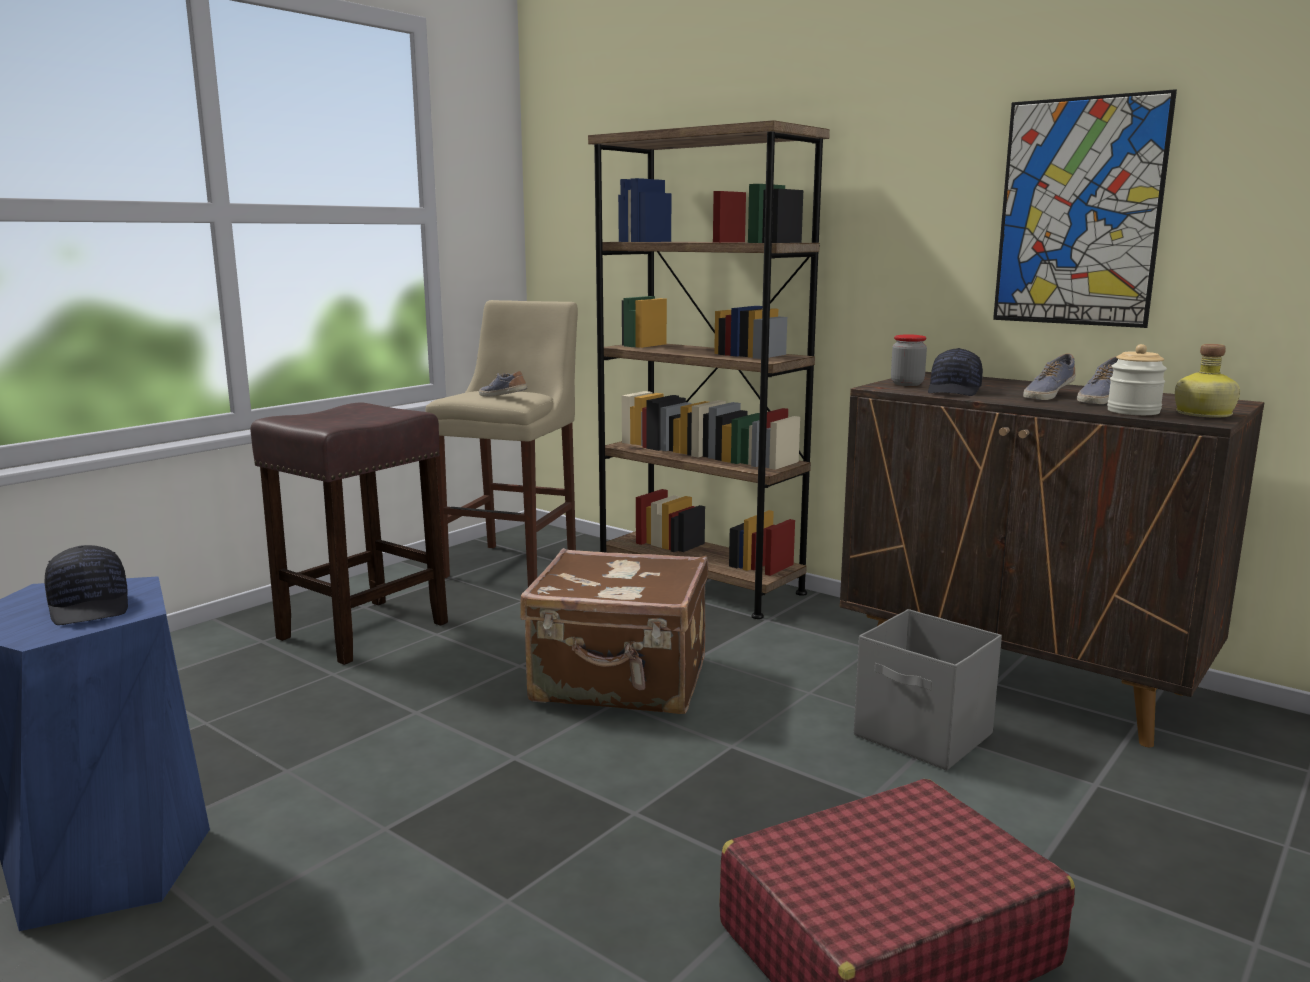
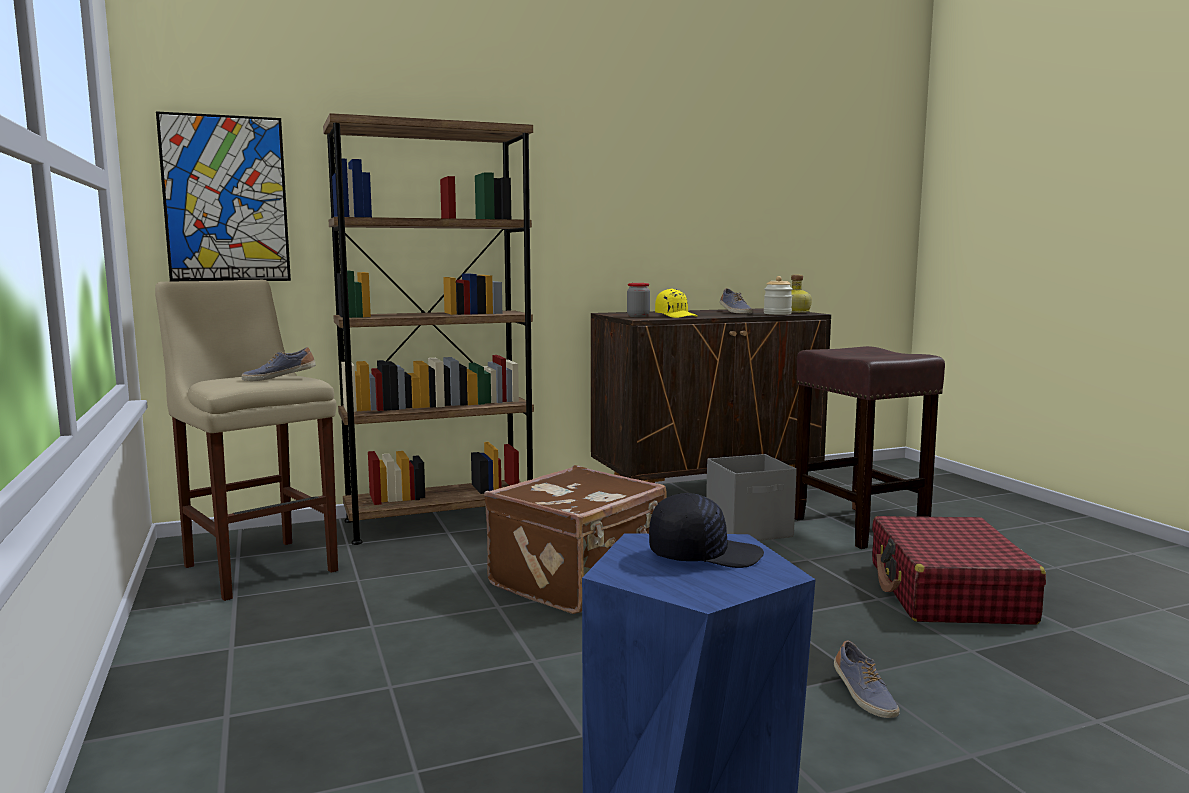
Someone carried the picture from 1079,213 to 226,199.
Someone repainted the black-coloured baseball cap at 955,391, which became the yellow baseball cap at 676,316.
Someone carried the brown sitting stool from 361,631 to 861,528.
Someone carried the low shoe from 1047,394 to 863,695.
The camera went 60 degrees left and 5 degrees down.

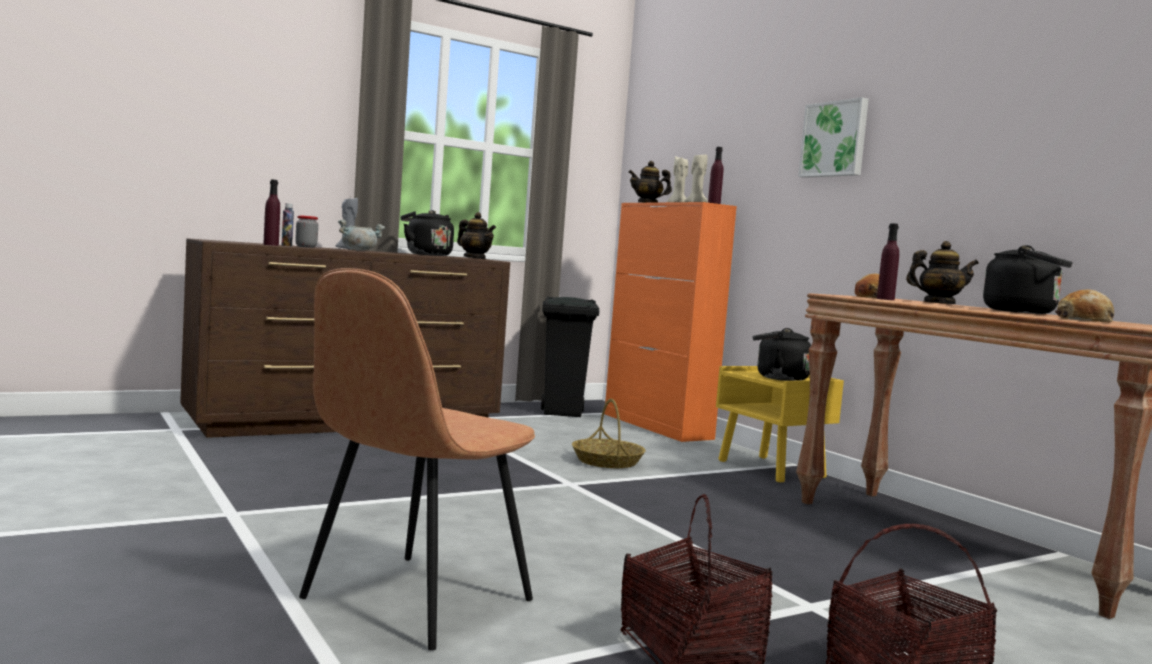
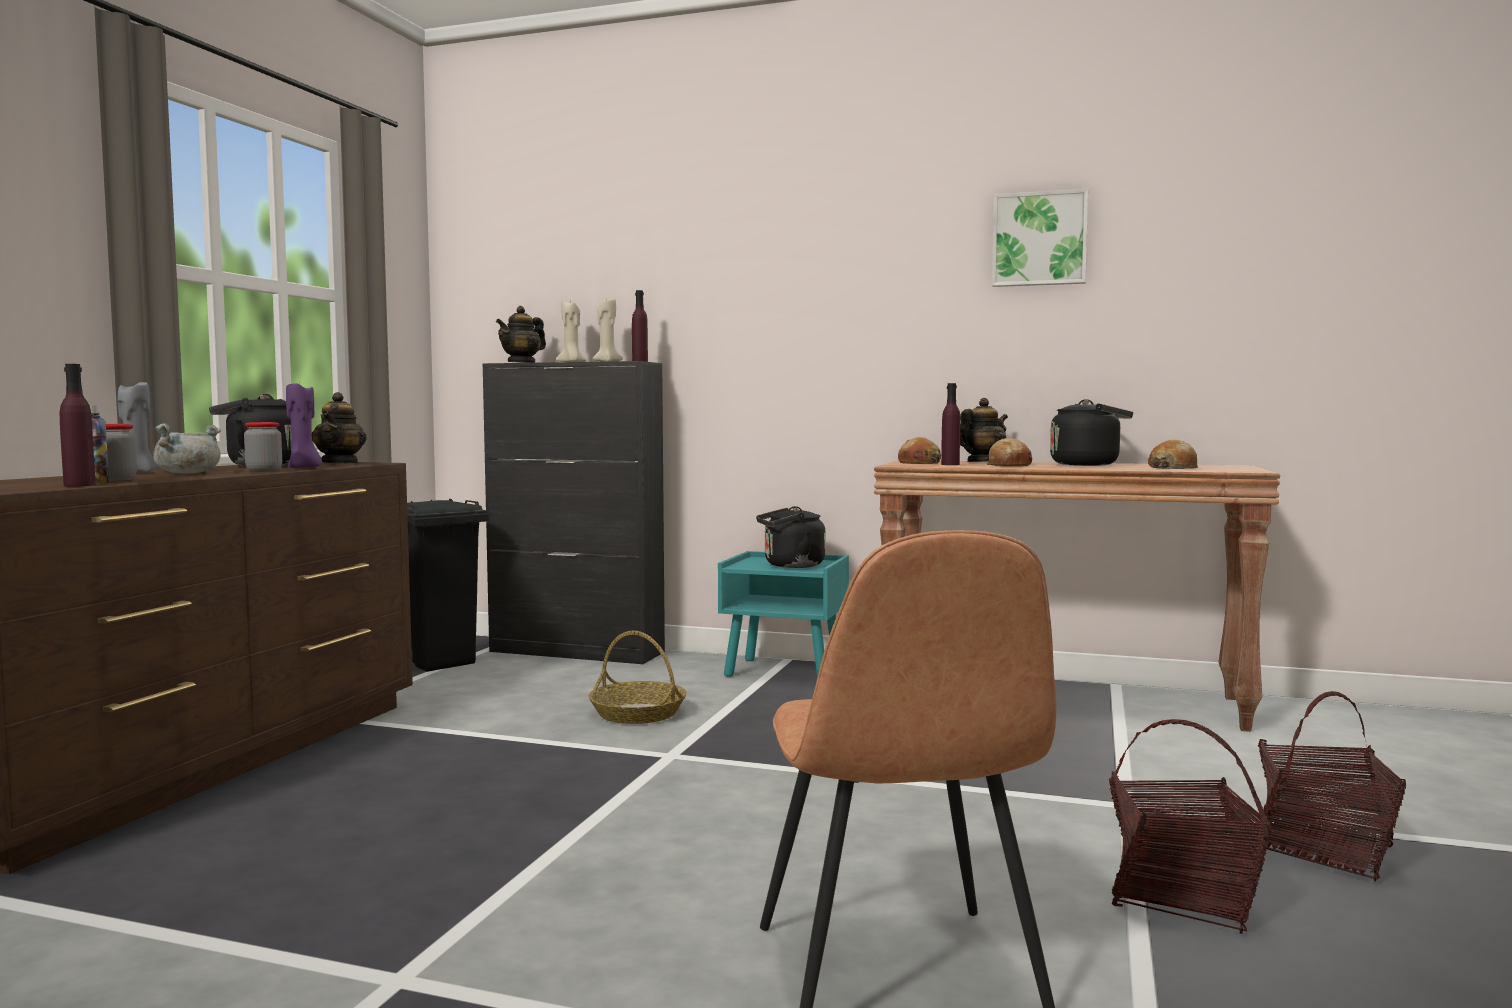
Someone put down the jar at 264,471.
Someone put down the purple-coloured candle at 304,468.
Someone rotated the tea pot at 475,258 by 90 degrees clockwise.
Someone repainted the orangey storage cabinet at 657,426, which became the black-coloured storage cabinet at 577,652.
Someone repainted the yellow nightstand at 772,469, which became the turquoise nightstand at 786,671.
Someone put down the bread at 1008,465.
Someone carried the picture from 835,139 to 1039,239.
The camera went 40 degrees left and 0 degrees up.

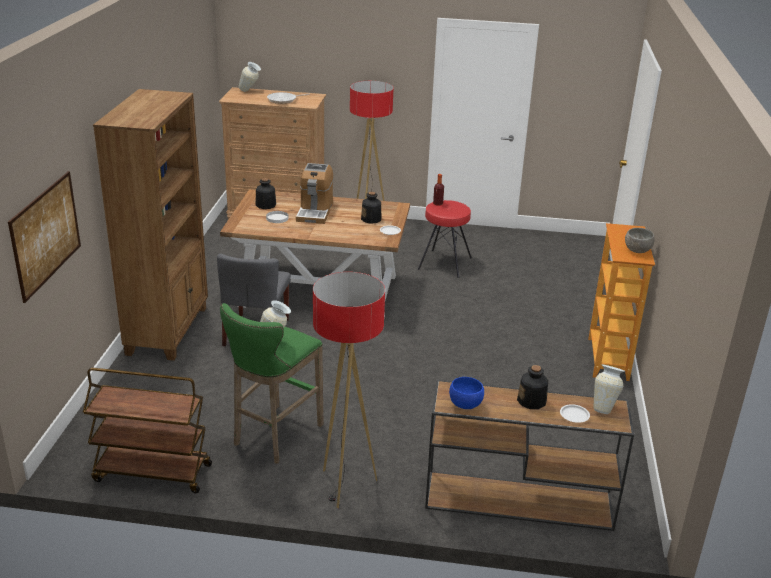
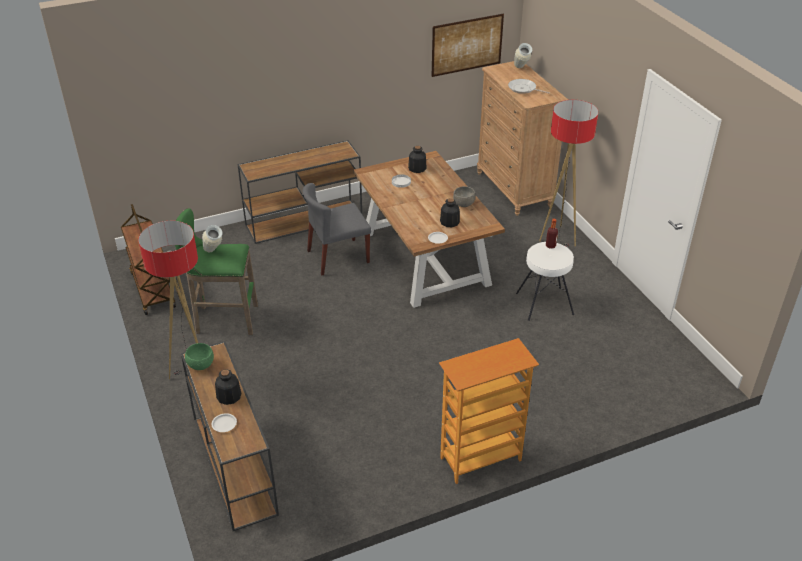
Someone repainted the bluish deep dish at 466,405, which became the greenish deep dish at 201,365.
Someone swapped the brown bookcase at 168,330 for the brown console table at 305,221.
Someone carried the picture from 46,234 to 467,45.
Someone carried the gray deep dish from 637,250 to 463,204.
Someone repainted the reddish sitting stool at 444,263, which became the white sitting stool at 544,303.
Someone took away the coffee brewer at 315,212.
Someone took away the flower vase at 604,407.
The camera went 60 degrees right and 10 degrees up.

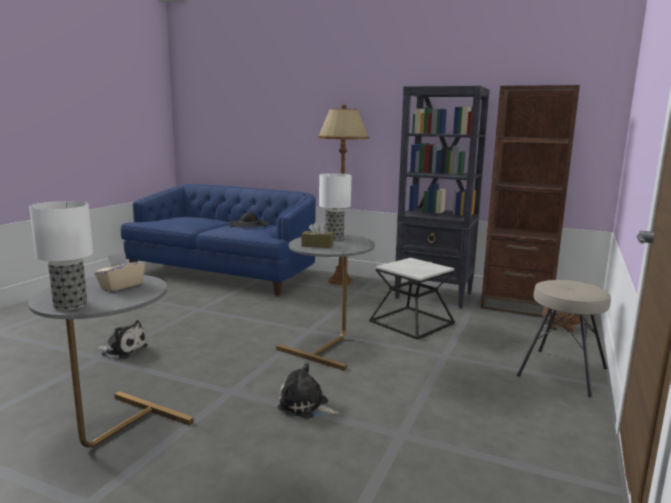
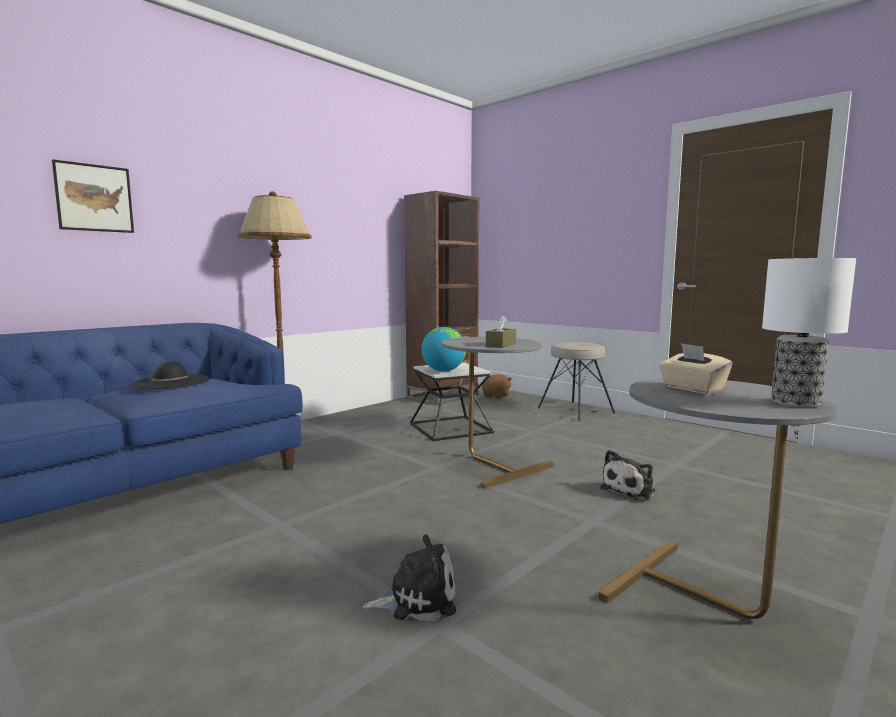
Someone put up the picture at 94,198.
Someone rotated the plush toy at 123,350 by 45 degrees clockwise.
Someone put down the world globe at 443,371.
Someone took away the tabletop lamp at 334,238.
Someone took away the black-coloured bookcase at 434,296.
The camera went 70 degrees left and 5 degrees down.

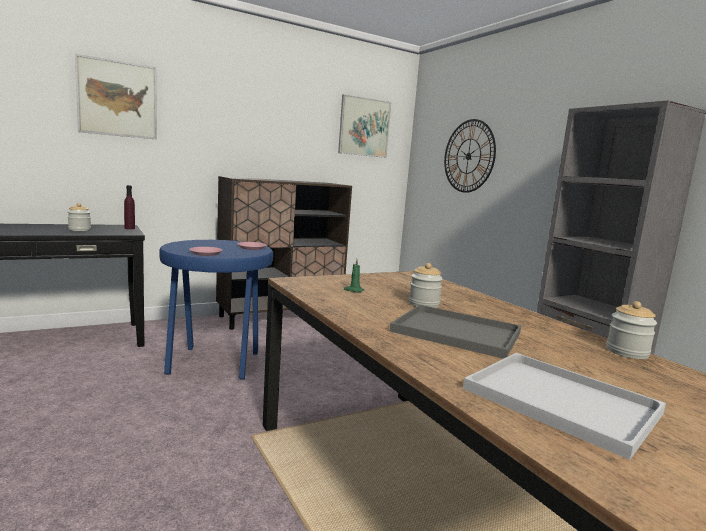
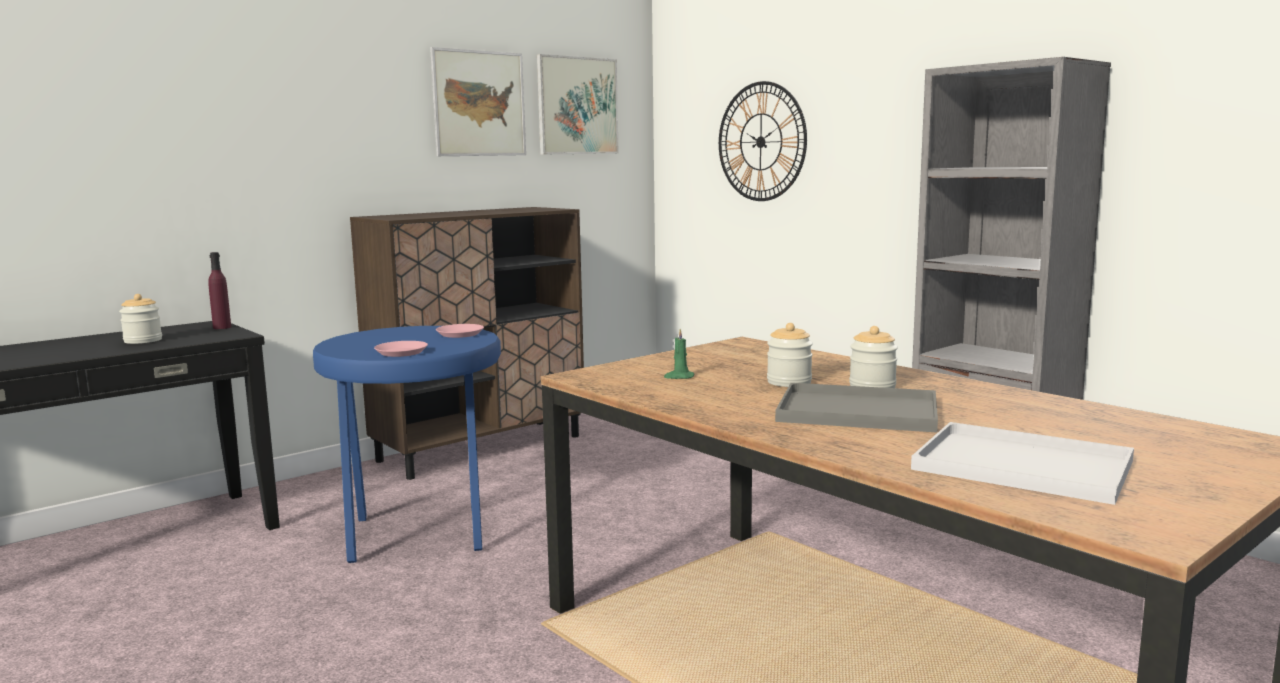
Someone carried the picture from 118,99 to 479,103.
Someone carried the jar from 627,352 to 872,387.
The camera went 10 degrees left and 0 degrees up.

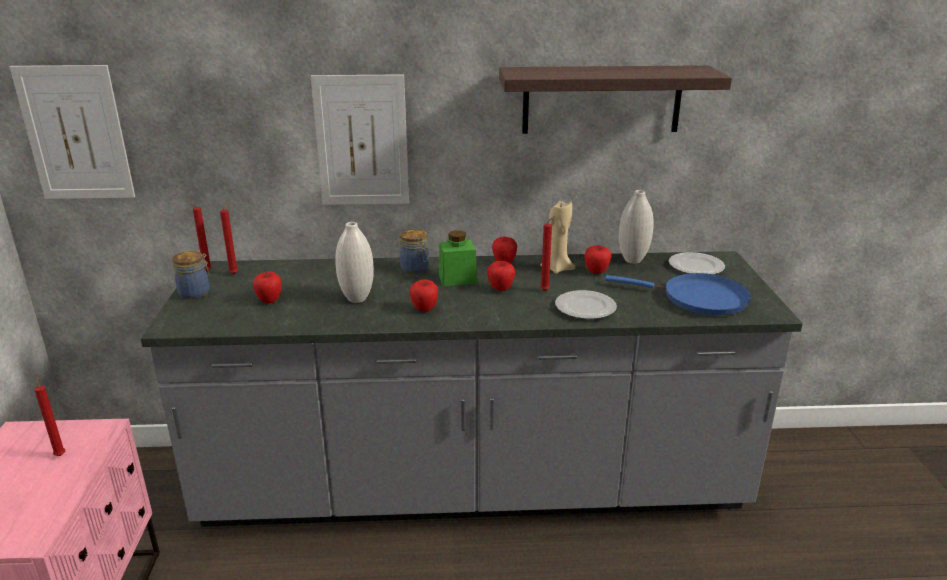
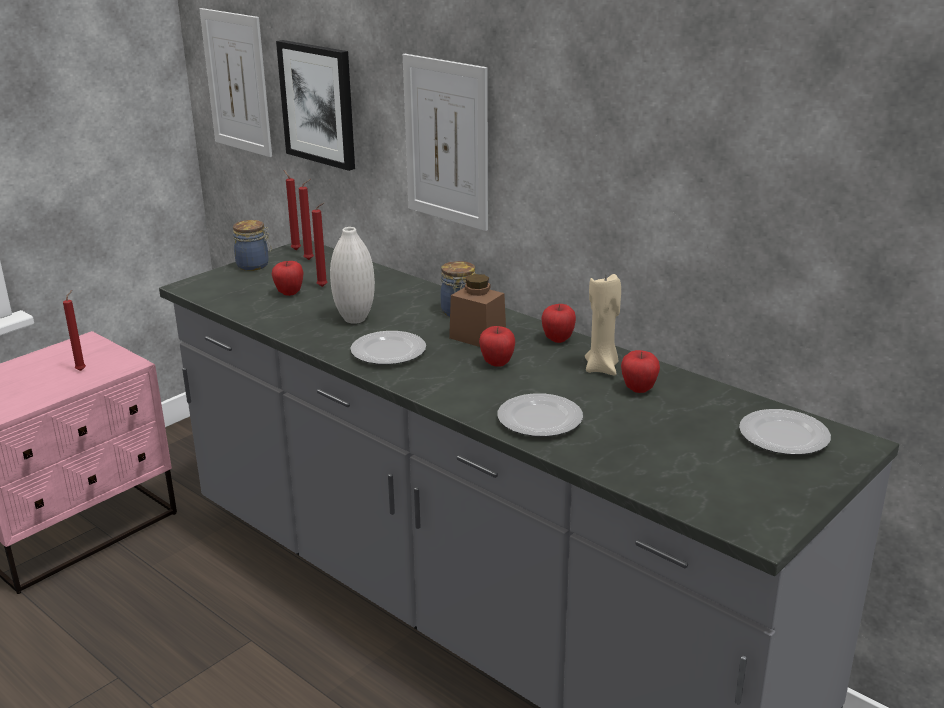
Someone put up the picture at 318,104.
Someone carried the reddish candle from 546,290 to 324,287.
Someone swapped the apple fruit at 424,309 for the dinner plate at 388,352.
Someone repainted the greenish jar at 457,279, which became the brown jar at 477,337.
Someone took away the bracket shelf at 602,99.
Someone took away the bluish pan at 698,298.
Someone took away the white flower vase at 632,260.
The camera went 45 degrees right and 0 degrees up.

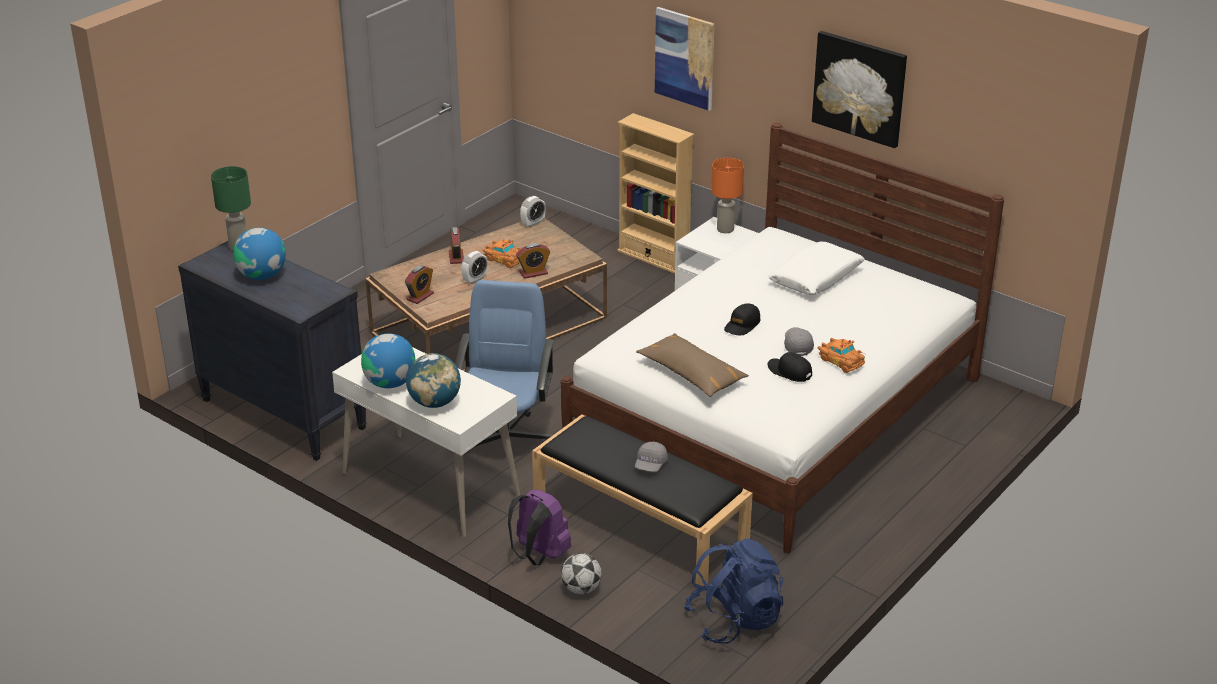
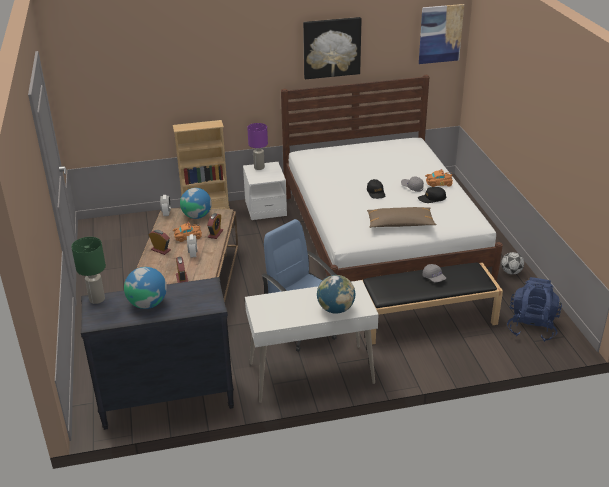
Someone carried the world globe from 390,382 to 197,216.
Someone repainted the orangey tabletop lamp at 725,229, which became the purple-coloured tabletop lamp at 259,168.
Someone carried the picture from 685,58 to 440,34.
Someone carried the ball for football from 581,589 to 511,272.
Someone took away the purple-coloured rucksack at 538,555.
Someone took away the white pillow at 816,278.
The camera went 50 degrees left and 0 degrees up.

